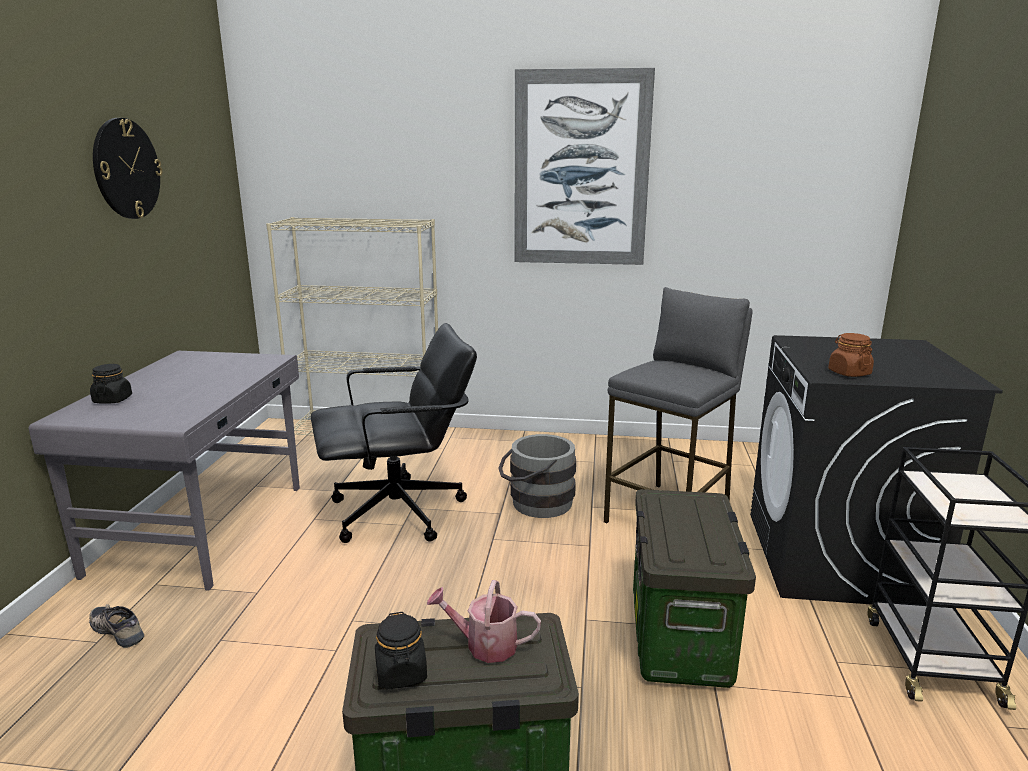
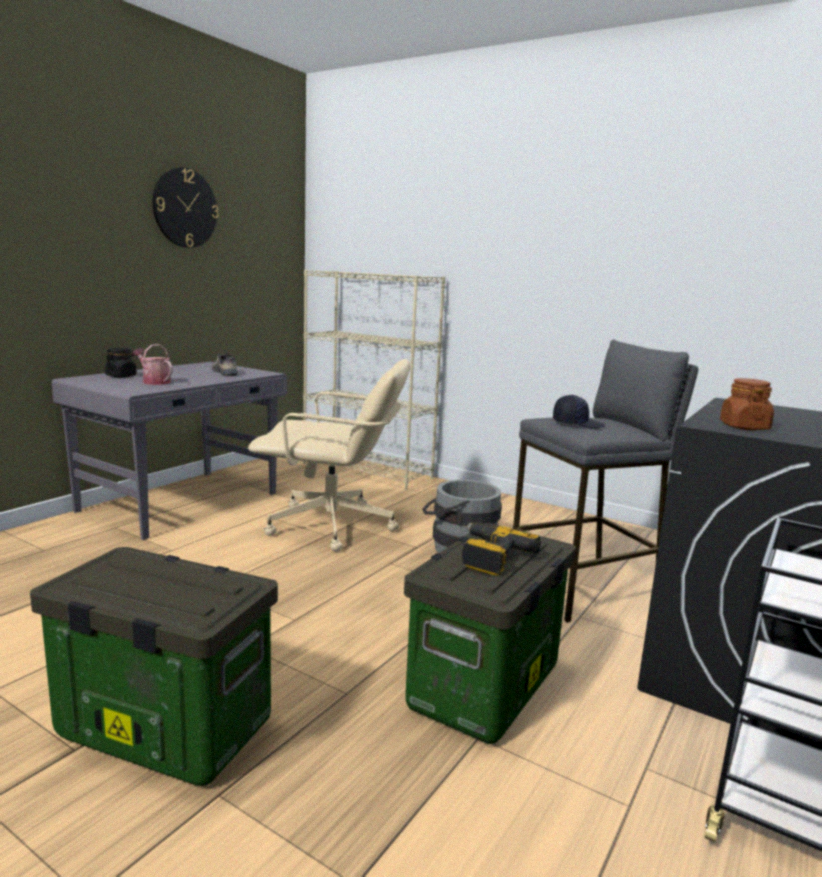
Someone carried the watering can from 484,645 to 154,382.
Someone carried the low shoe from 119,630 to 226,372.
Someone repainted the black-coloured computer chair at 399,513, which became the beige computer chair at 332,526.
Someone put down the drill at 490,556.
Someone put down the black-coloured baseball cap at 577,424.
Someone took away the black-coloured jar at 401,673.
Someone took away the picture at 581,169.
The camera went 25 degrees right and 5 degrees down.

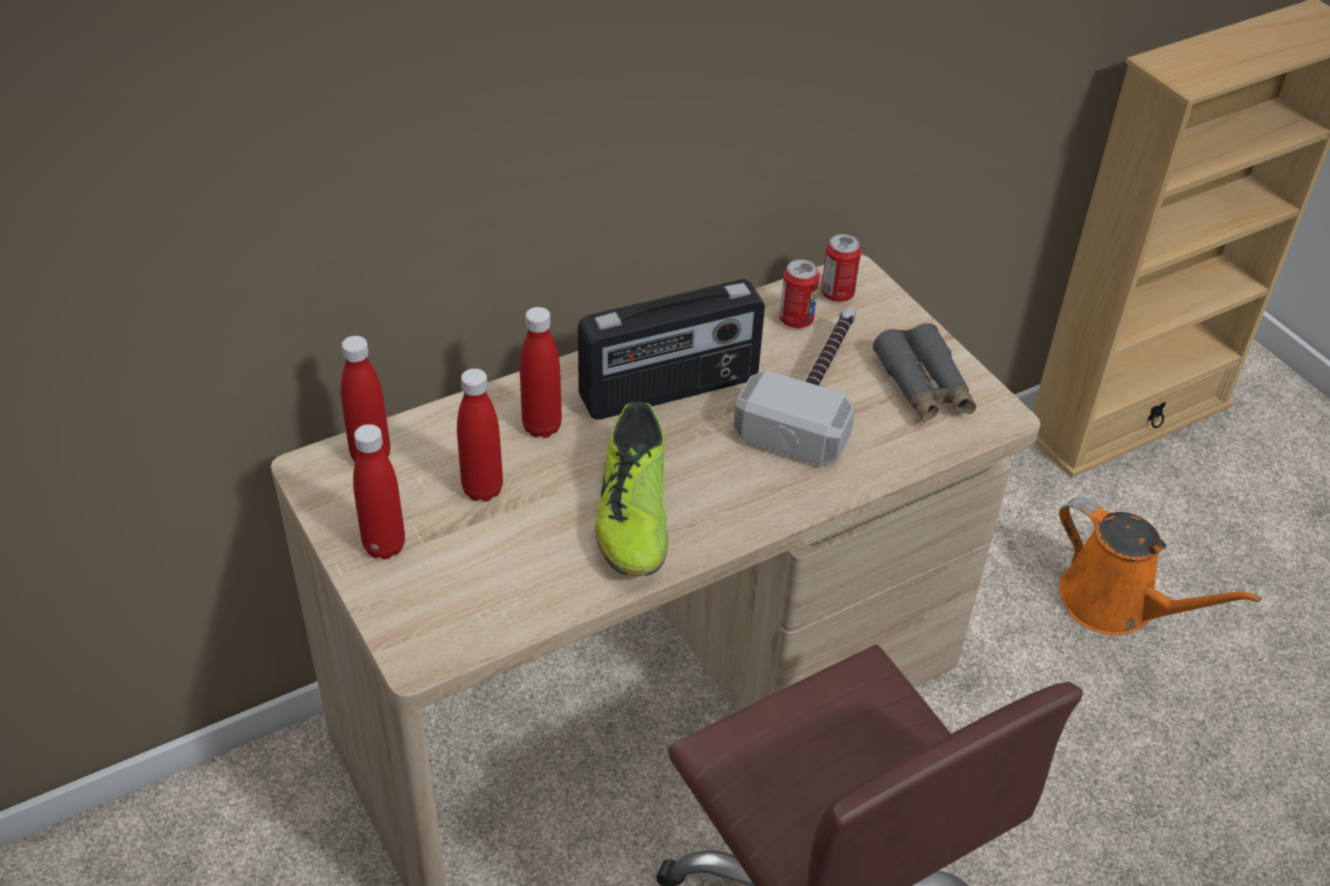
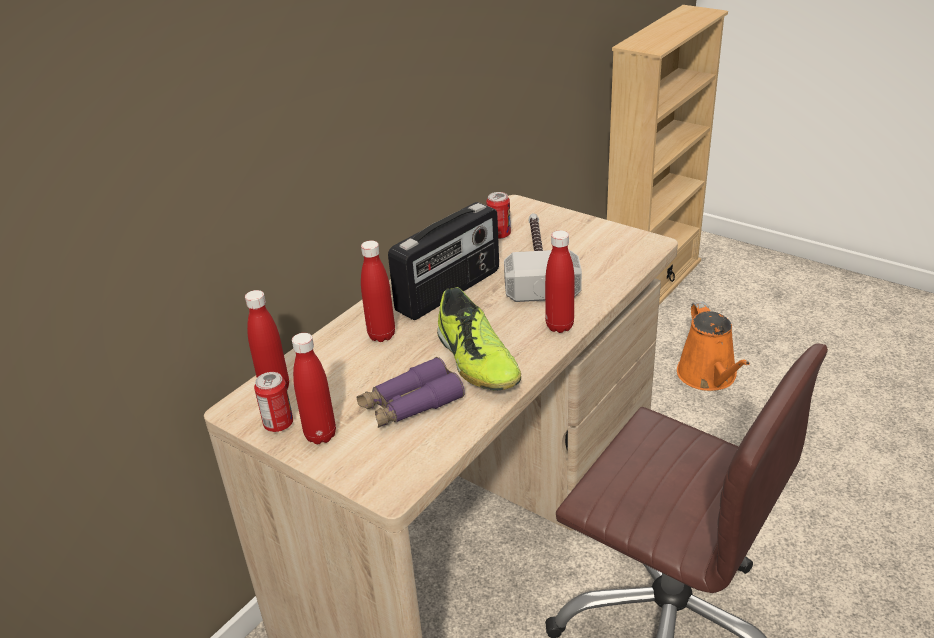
Someone carried the can from 837,294 to 278,424.
Someone put down the purple-coloured binoculars at 410,404.
Someone carried the reddish bottle from 482,489 to 559,326.
Someone rotated the orangey watering can at 1115,604 by 60 degrees clockwise.
Someone took away the gray binoculars at 924,387.
The camera went 20 degrees left and 10 degrees down.

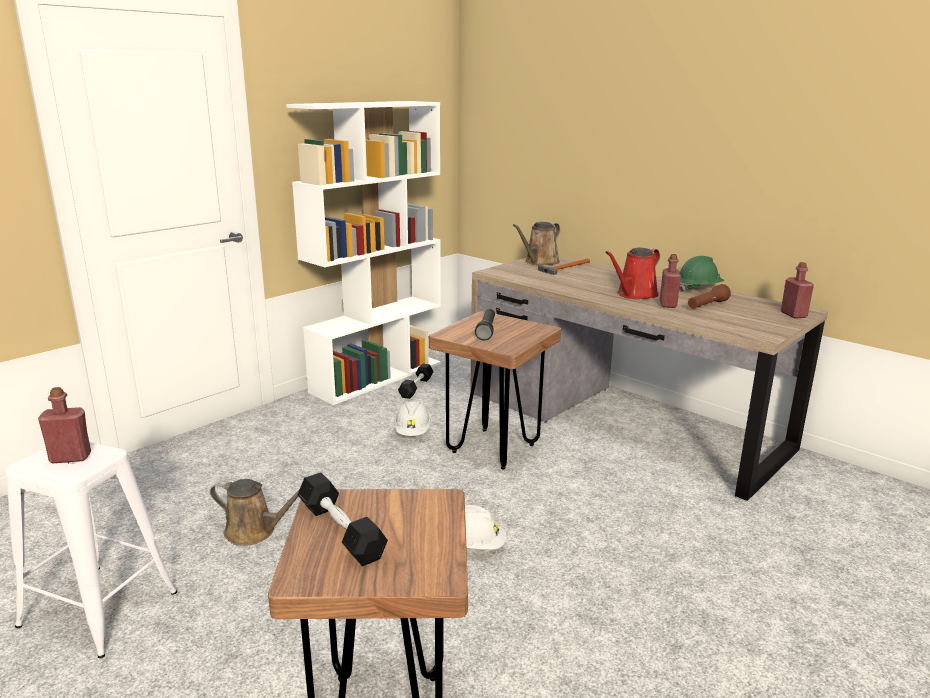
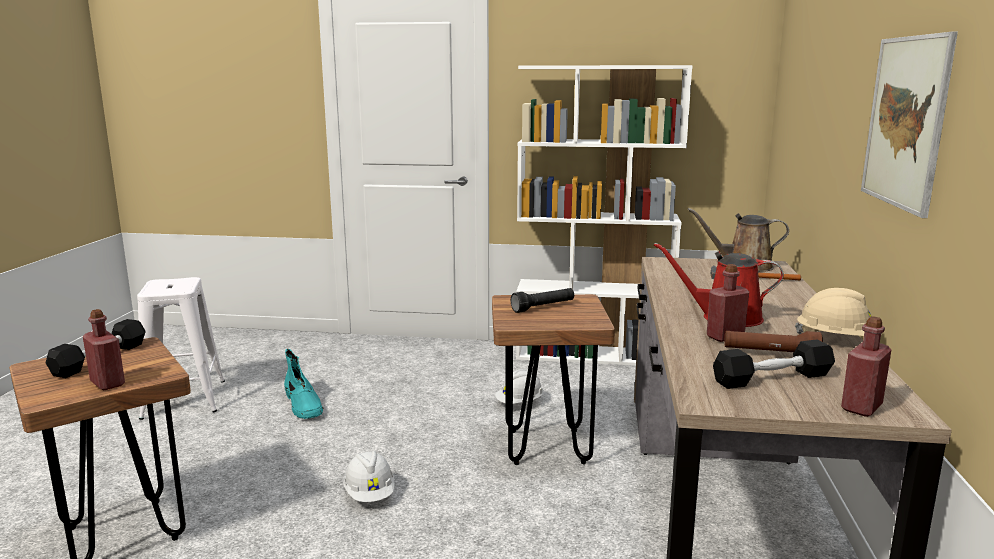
Someone carried the reddish bottle from 70,458 to 107,383.
Someone swapped the brown watering can at 254,531 for the turquoise high-top boot at 304,406.
Someone carried the black-coloured free weight from 416,387 to 772,378.
Someone repainted the greenish safety helmet at 698,289, which became the beige safety helmet at 837,340.
Someone put up the picture at 905,122.
The camera went 55 degrees right and 5 degrees down.

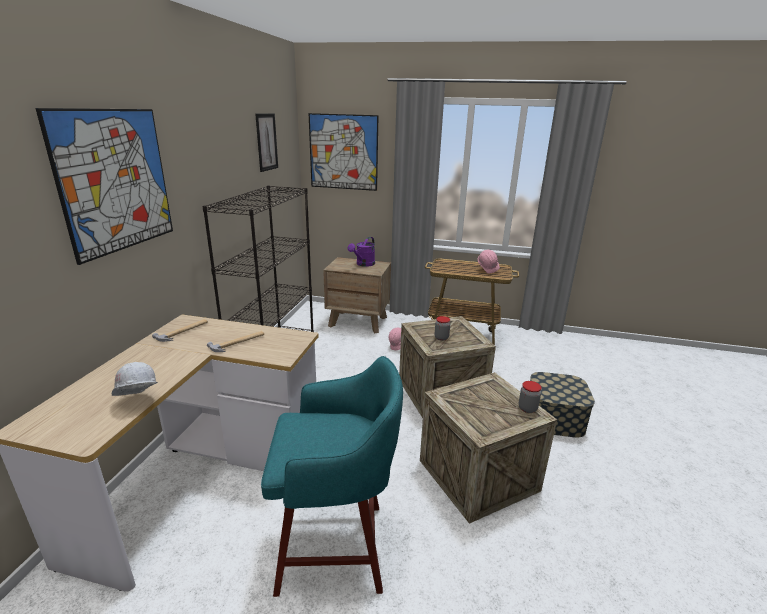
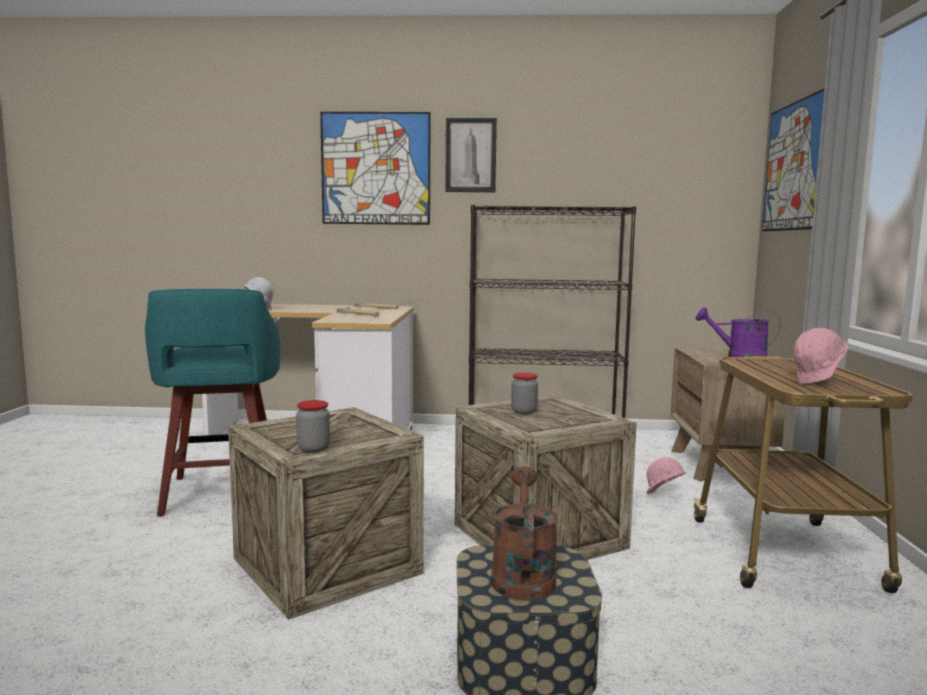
Someone carried the picture from 266,142 to 470,155.
Someone put down the brown watering can at 522,575.
The camera went 80 degrees right and 15 degrees down.

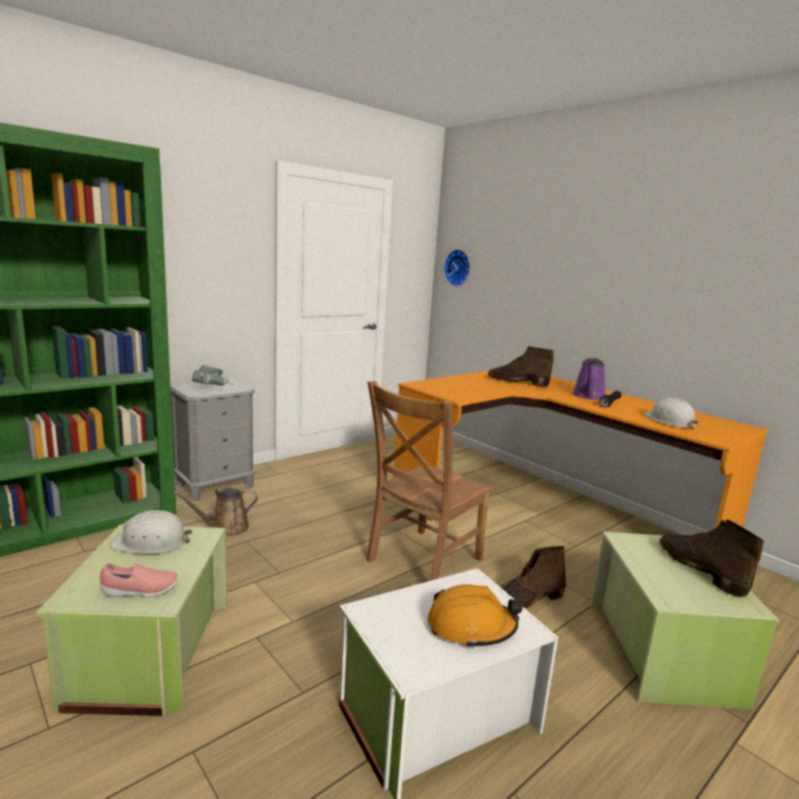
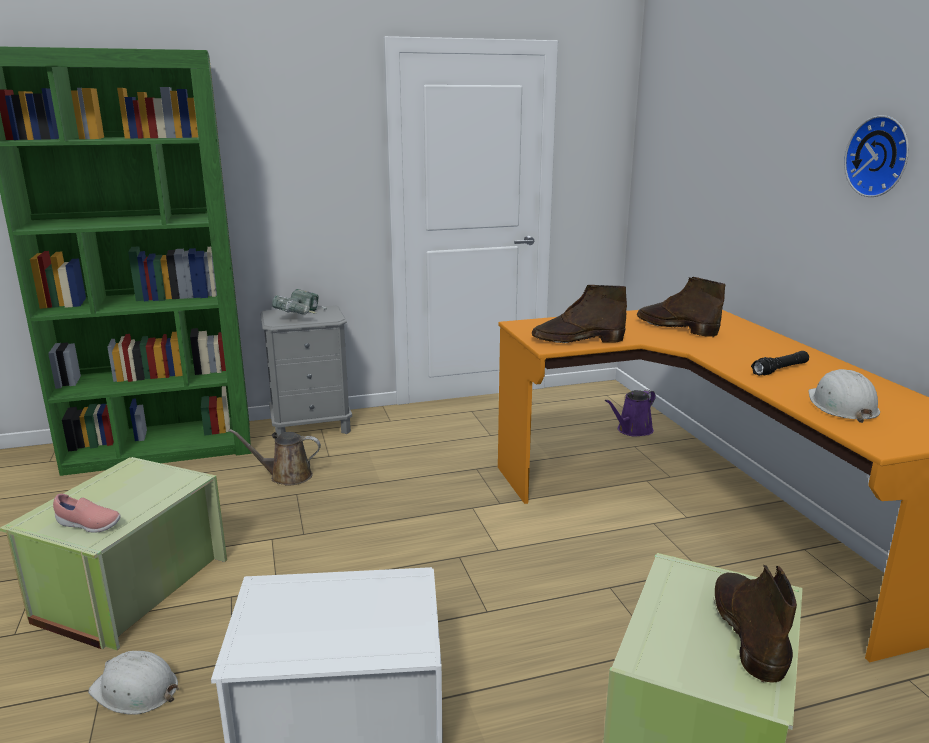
Someone carried the white safety helmet from 151,542 to 135,690.
Someone carried the brown high-top boot from 527,599 to 576,340.
Someone carried the purple-coloured watering can from 588,396 to 632,430.
Someone carried the wall clock from 459,268 to 880,156.
Someone took away the brown plain chair at 421,561.
Someone took away the orangey safety helmet at 471,627.
The camera went 25 degrees right and 5 degrees up.

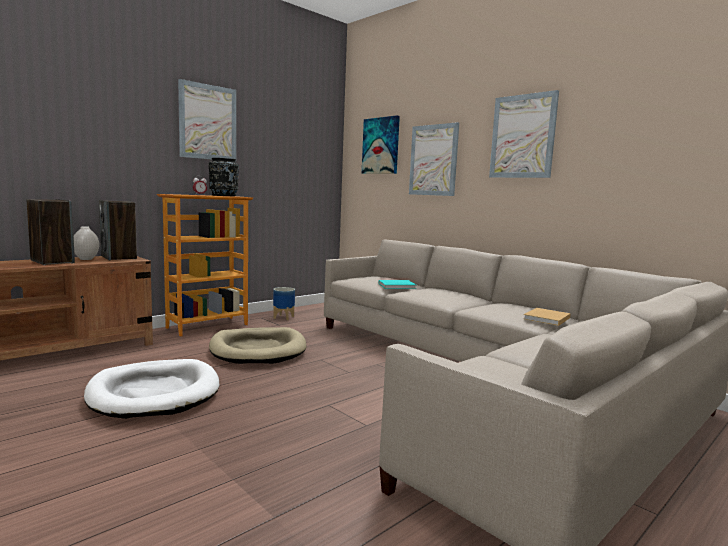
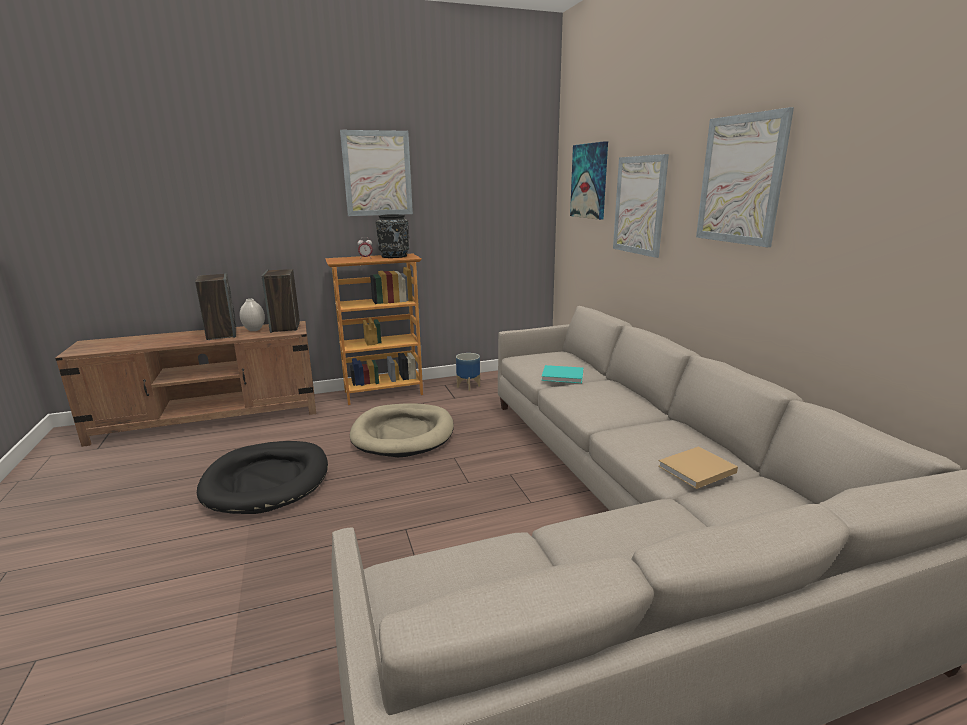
Someone repainted the white dog bed at 154,393, which became the black-coloured dog bed at 267,481.
The camera went 25 degrees right and 10 degrees up.

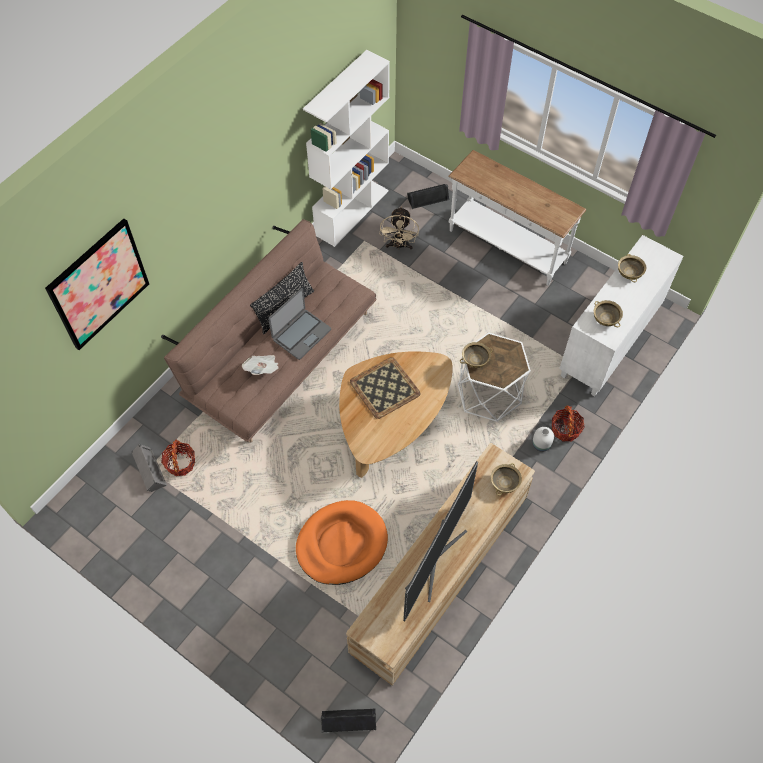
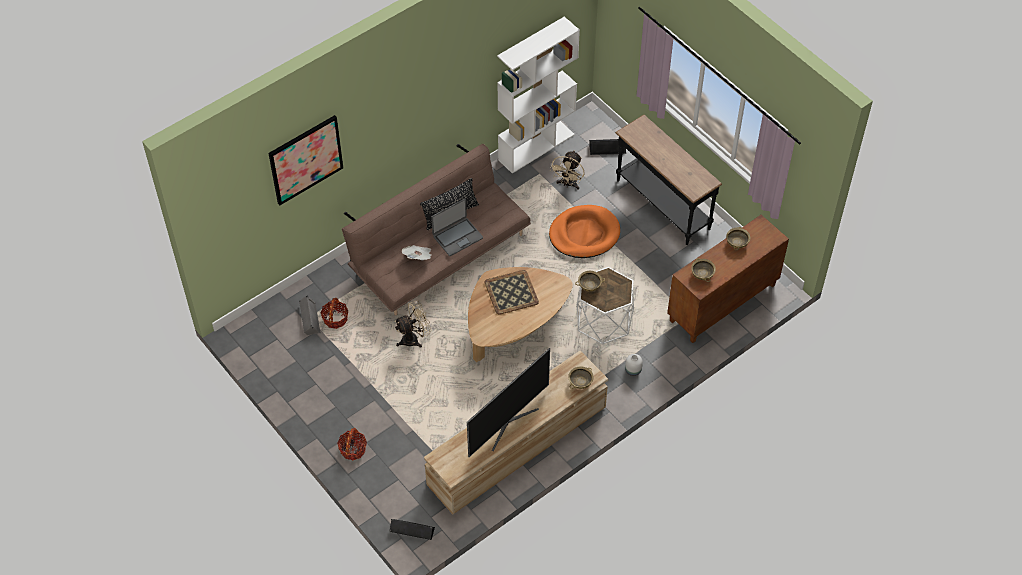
Someone carried the household basket from 565,429 to 353,449.
Someone put down the beige electric fan at 414,338.
Someone carried the orangey dog bed from 341,544 to 584,234.
Someone repainted the white console table at 506,247, which became the black-coloured console table at 662,205.
Someone repainted the white storage cabinet at 609,343, which became the brown storage cabinet at 722,304.
The camera went 15 degrees right and 5 degrees down.

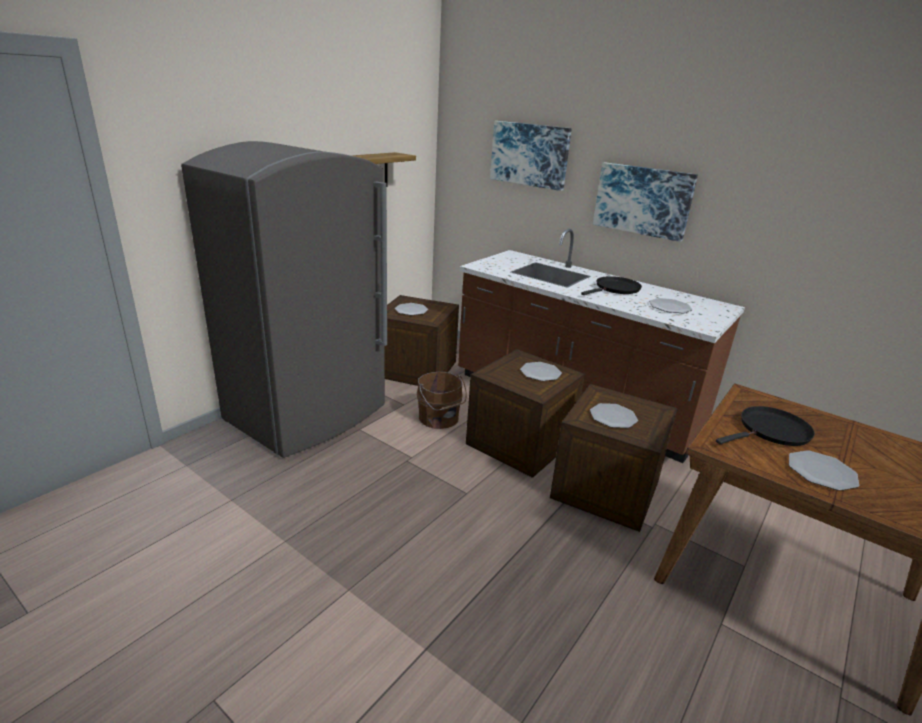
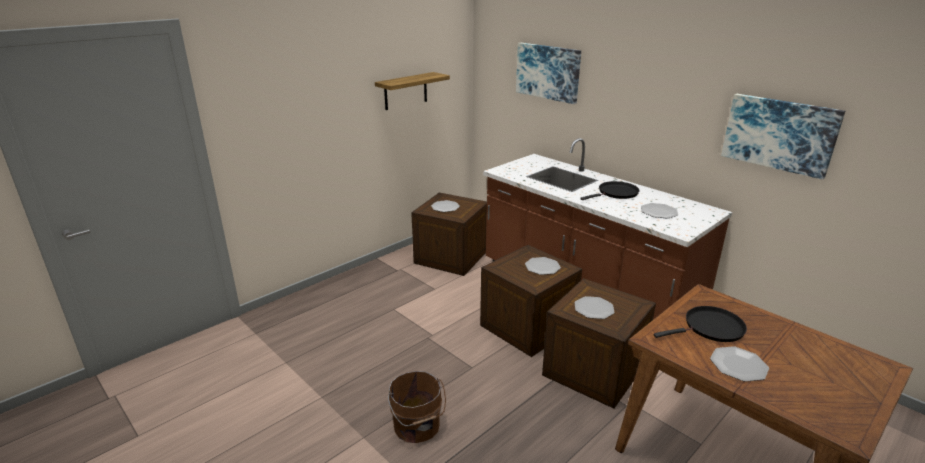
Someone carried the brown water bucket from 439,419 to 417,427.
Someone carried the picture from 643,200 to 779,134.
Someone took away the gray fridge at 308,414.
The camera went 10 degrees right and 0 degrees up.

